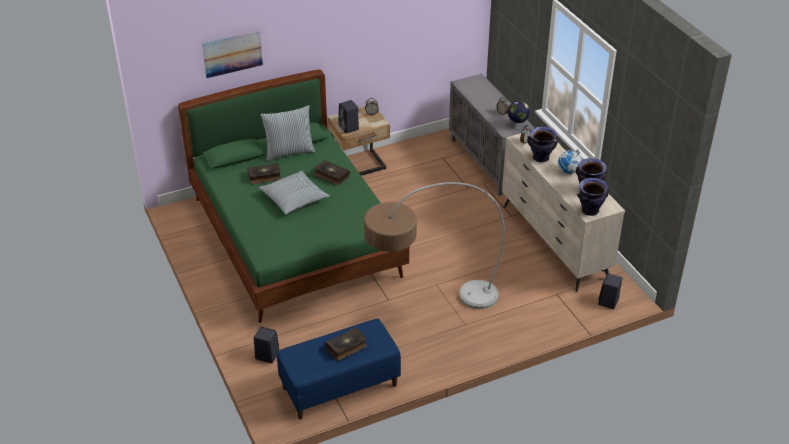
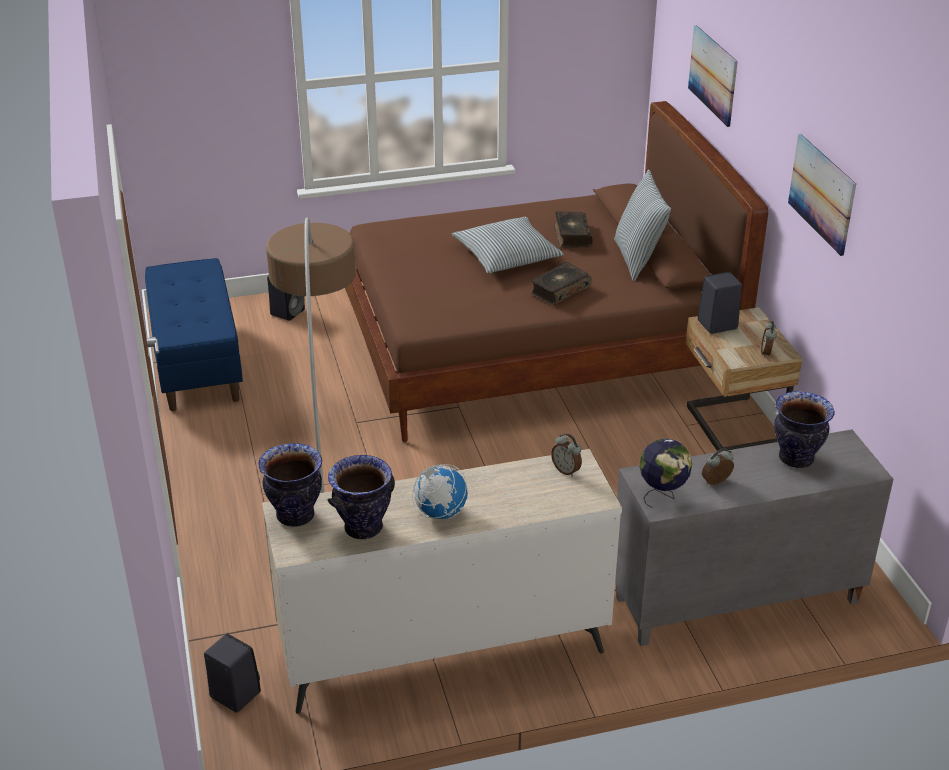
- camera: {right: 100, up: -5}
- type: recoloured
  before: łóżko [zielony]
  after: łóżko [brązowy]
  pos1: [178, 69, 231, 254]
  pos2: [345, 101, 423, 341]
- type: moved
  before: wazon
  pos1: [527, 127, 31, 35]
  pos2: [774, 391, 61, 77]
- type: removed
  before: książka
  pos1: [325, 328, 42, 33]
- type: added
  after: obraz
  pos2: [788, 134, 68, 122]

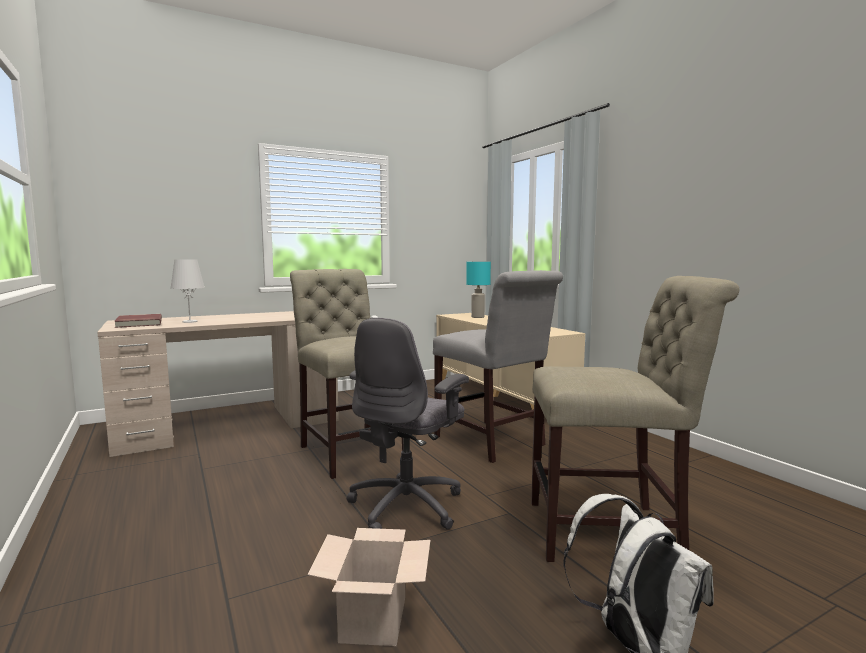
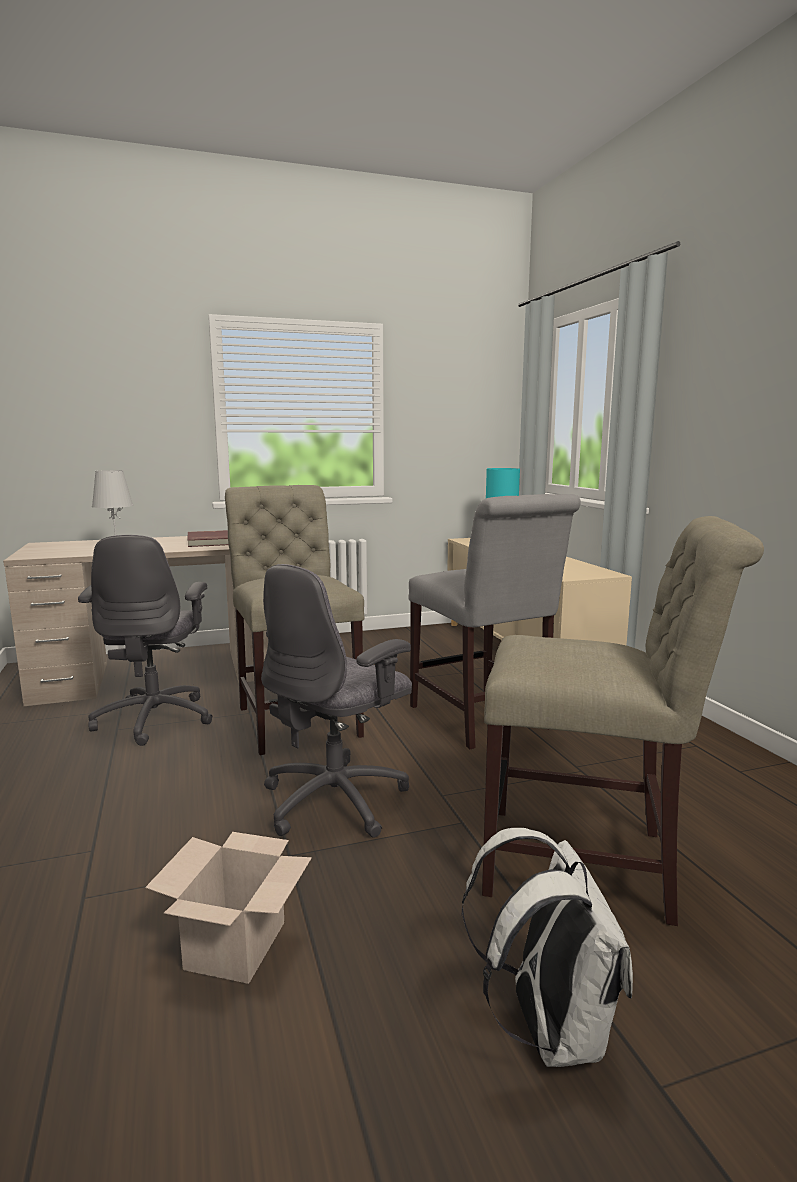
- camera: {right: 10, up: 5}
- type: moved
  before: książka [czerwony]
  pos1: [114, 314, 48, 14]
  pos2: [188, 530, 40, 17]
- type: added
  after: krzesło biurowe [szary]
  pos2: [78, 535, 135, 211]

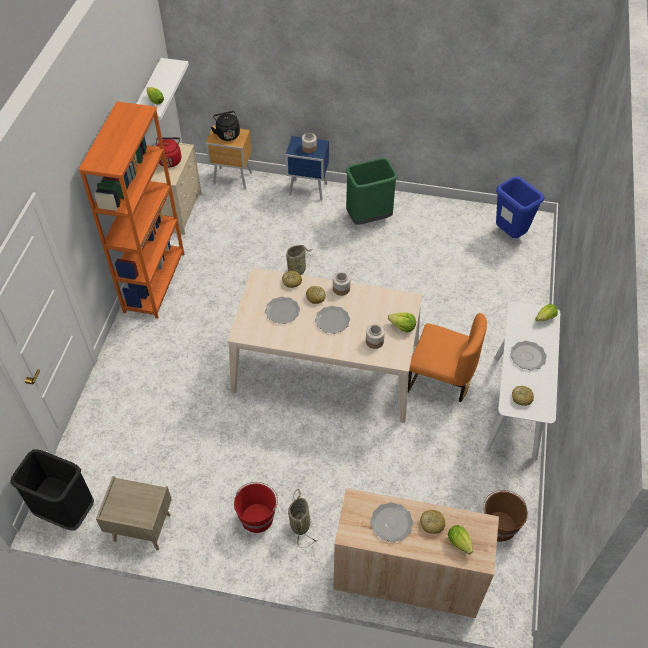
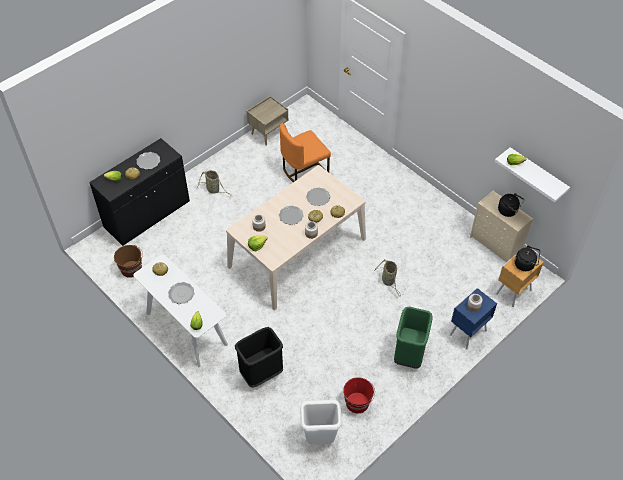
- camera: {right: 125, up: 0}
- type: removed
  before: regał [pomarańczowy]
  pos1: [79, 102, 105, 217]
- type: recoloured
  before: czajnik [czerwony]
  after: czajnik [czarny]
  pos1: [156, 137, 25, 30]
  pos2: [498, 193, 26, 24]
- type: recoloured
  before: kosz na śmieci [niebieski]
  after: kosz na śmieci [biały]
  pos1: [496, 176, 49, 62]
  pos2: [300, 400, 41, 44]
- type: moved
  before: krzesło [pomarańczowy]
  pos1: [408, 313, 79, 89]
  pos2: [280, 123, 51, 59]
- type: moved
  before: kosz na śmieci [czarny]
  pos1: [10, 450, 84, 80]
  pos2: [235, 327, 48, 61]
- type: moved
  before: wiadro [czerwony]
  pos1: [234, 482, 44, 51]
  pos2: [343, 377, 32, 36]
- type: recoloured
  before: szafka [beżowy]
  after: szafka [czarny]
  pos1: [333, 488, 166, 130]
  pos2: [89, 138, 101, 108]

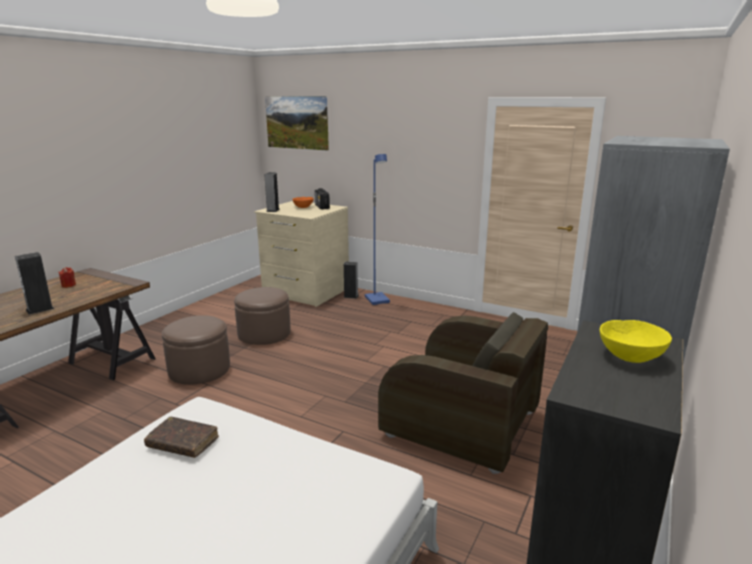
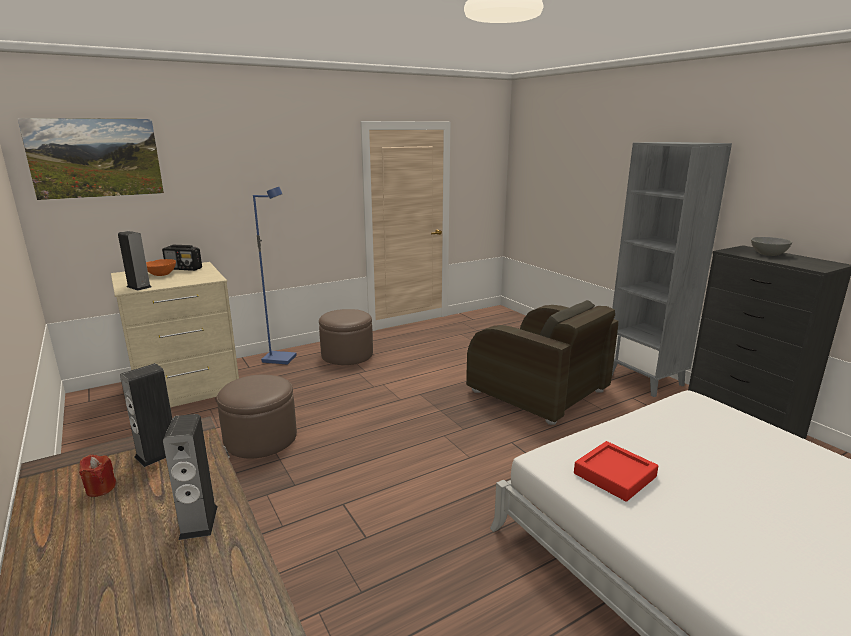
- camera: {right: -60, up: 0}
- type: moved
  before: głośnik
  pos1: [343, 262, 16, 37]
  pos2: [120, 363, 52, 104]
- type: turned
  before: fotel [brązowy]
  pos1: [378, 312, 170, 162]
  pos2: [466, 300, 152, 125]
  turn: 75
- type: moved
  before: pufa [brązowy]
  pos1: [162, 315, 68, 70]
  pos2: [319, 309, 54, 56]
- type: recoloured
  before: miska [żółty]
  after: miska [szary]
  pos1: [600, 320, 72, 43]
  pos2: [751, 237, 41, 19]
- type: replaced
  before: książka [brązowy]
  after: taca [czerwony]
  pos1: [144, 417, 75, 41]
  pos2: [574, 441, 84, 61]

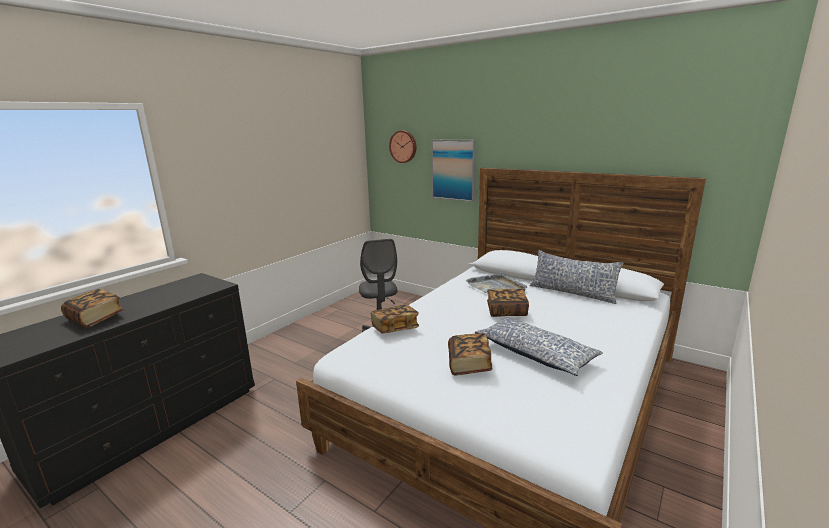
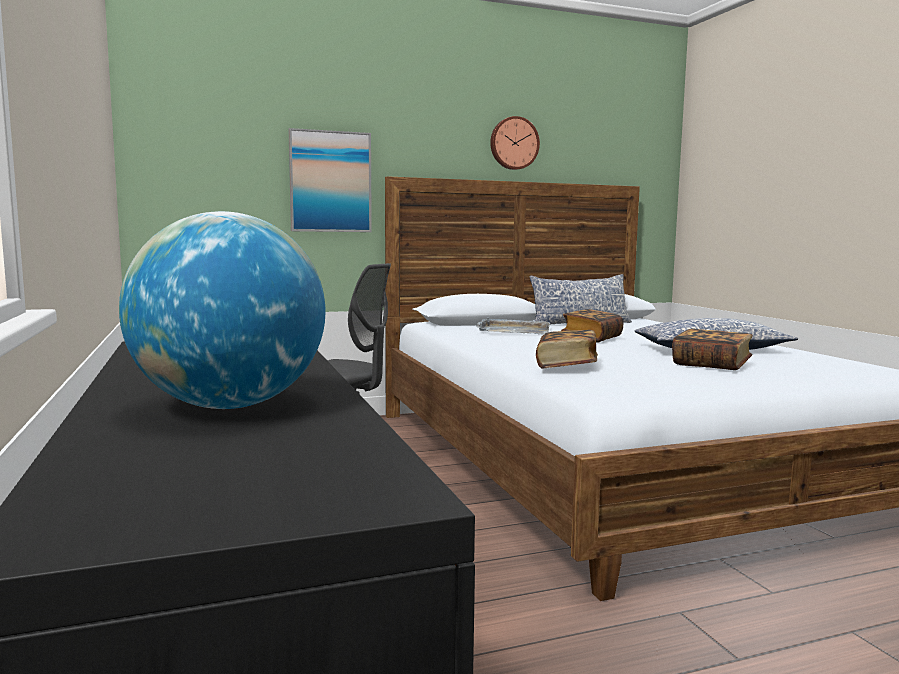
- camera: {right: -55, up: -10}
- type: moved
  before: zegar ścienny
  pos1: [389, 131, 27, 32]
  pos2: [490, 116, 50, 54]
- type: replaced
  before: książka
  after: globus
  pos1: [61, 289, 63, 39]
  pos2: [119, 211, 206, 198]

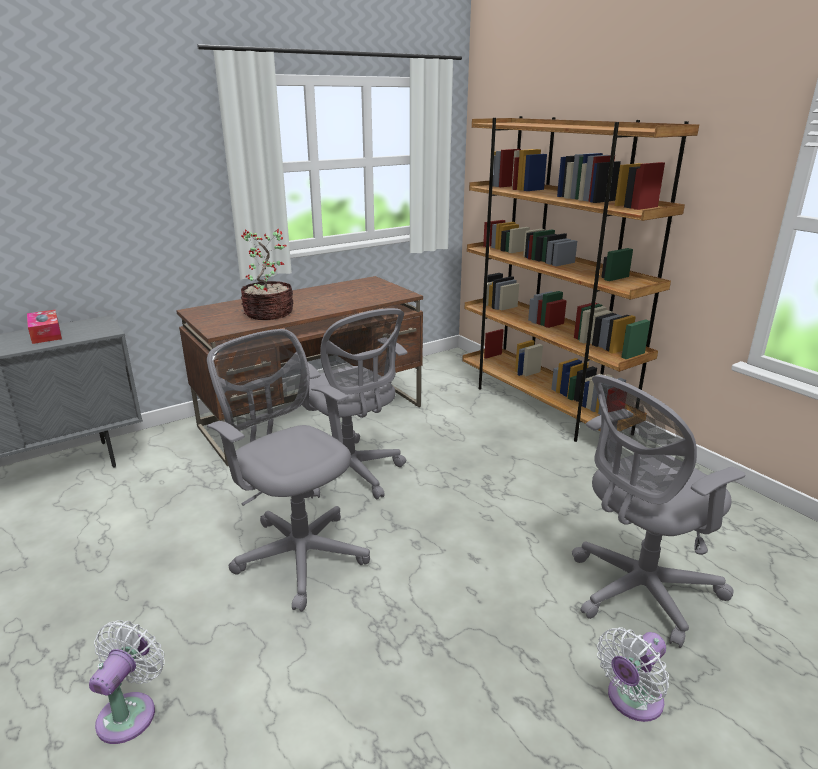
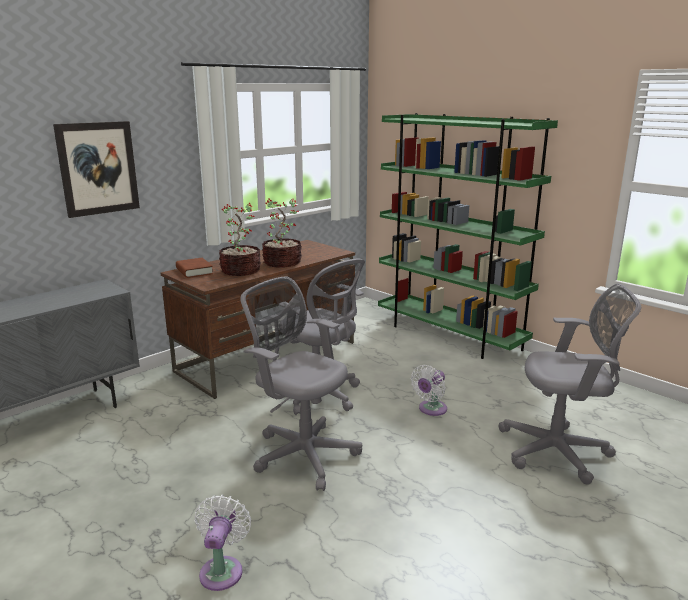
- camera: {right: -10, up: -5}
- type: recoloured
  before: regał [brązowy]
  after: regał [zielony]
  pos1: [462, 116, 237, 326]
  pos2: [378, 113, 180, 246]
- type: removed
  before: pudełko chusteczek
  pos1: [27, 310, 35, 34]
- type: turned
  before: krzesło biurowe [szary]
  pos1: [572, 375, 174, 273]
  pos2: [498, 283, 143, 202]
  turn: -135
- type: moved
  before: wentylator [biały]
  pos1: [597, 627, 72, 95]
  pos2: [411, 365, 36, 51]
- type: added
  after: obraz
  pos2: [53, 121, 87, 97]
- type: added
  after: roślina doniczkowa
  pos2: [262, 199, 40, 69]
- type: added
  after: książka [brązowy]
  pos2: [176, 258, 37, 20]

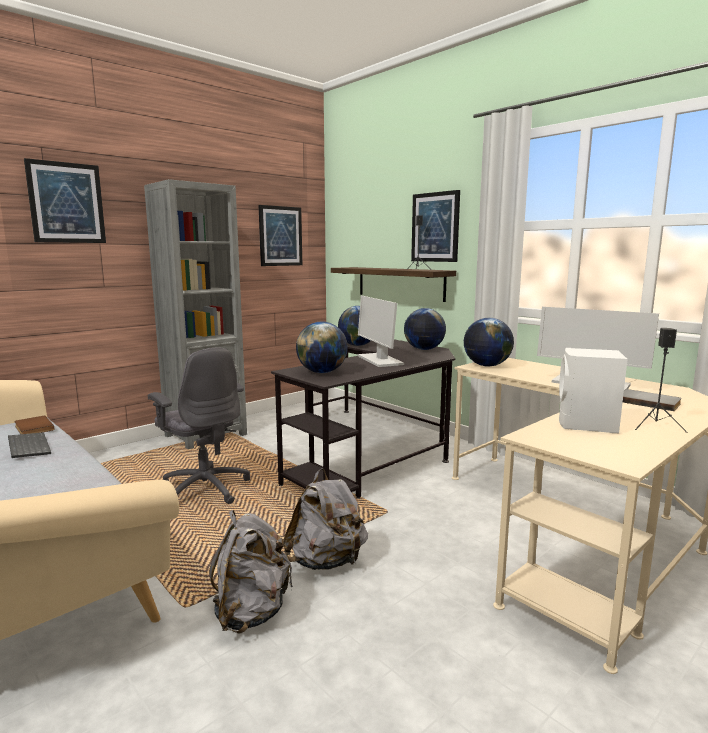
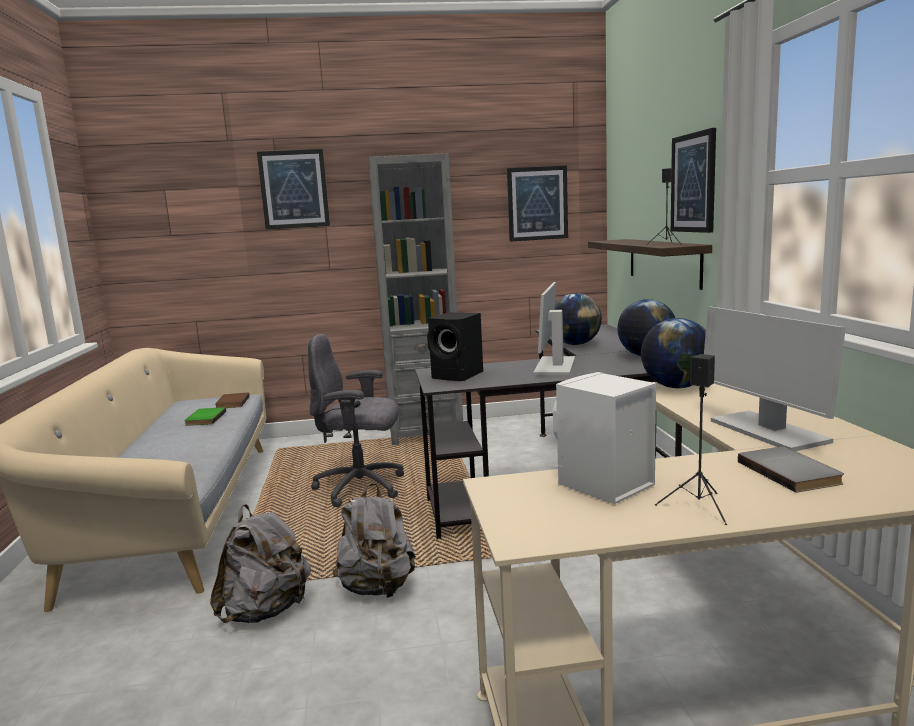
- camera: {right: 35, up: 0}
- type: replaced
  before: globus
  after: głośnik [czarny]
  pos1: [296, 322, 52, 51]
  pos2: [427, 312, 56, 69]
- type: turned
  before: krzesło biurowe [szary]
  pos1: [148, 347, 102, 157]
  pos2: [308, 334, 96, 173]
  turn: 105
- type: replaced
  before: klawiatura
  after: książka [zielony]
  pos1: [8, 432, 43, 26]
  pos2: [184, 407, 42, 19]

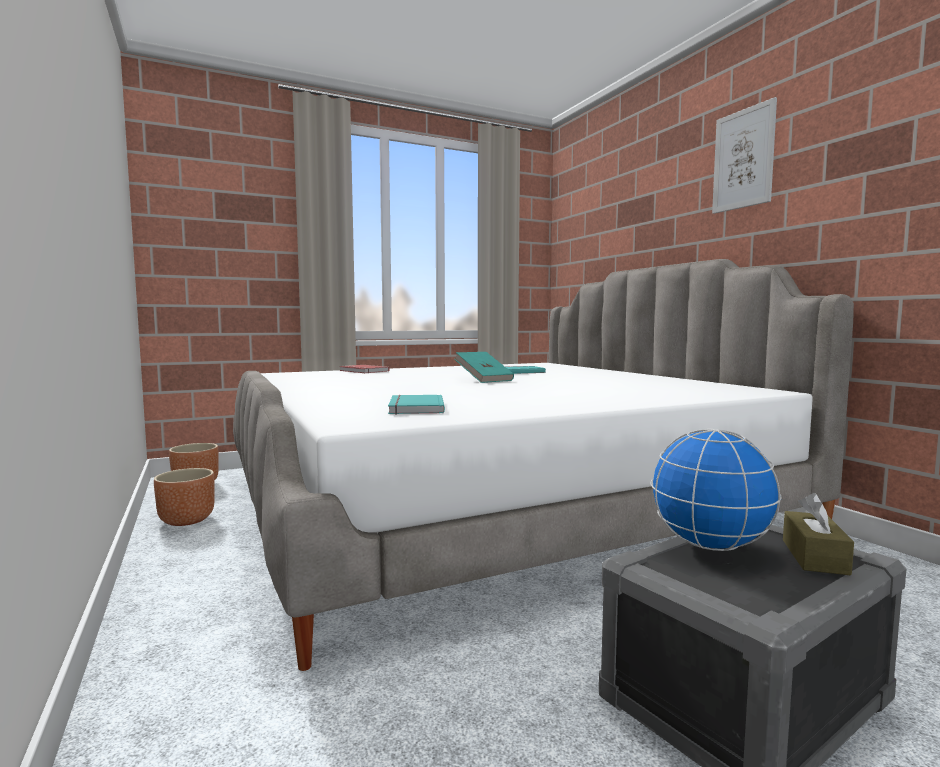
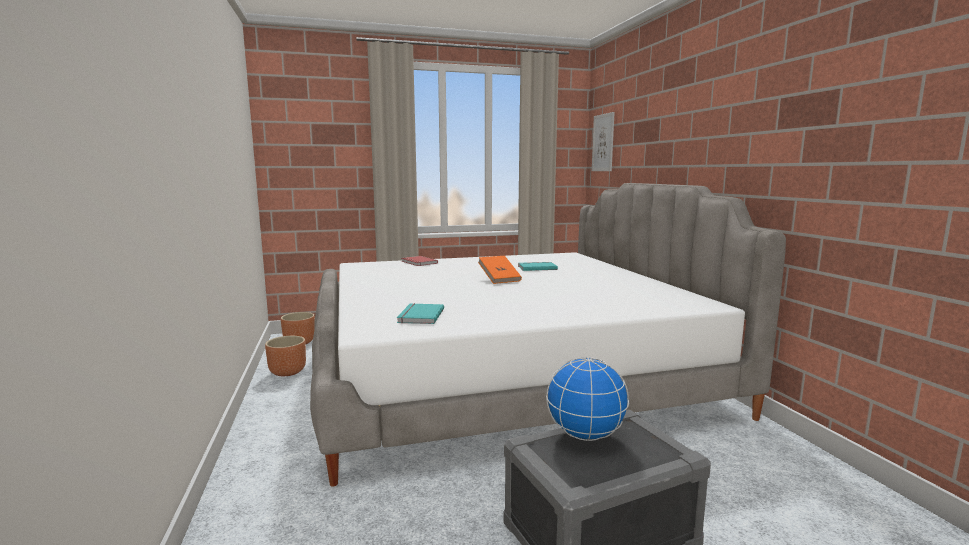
- camera: {right: 10, up: 5}
- type: moved
  before: obraz
  pos1: [712, 97, 65, 117]
  pos2: [592, 112, 23, 59]
- type: recoloured
  before: książka [turkusowy]
  after: książka [pomarańczowy]
  pos1: [454, 352, 60, 31]
  pos2: [478, 256, 44, 28]
- type: removed
  before: pudełko chusteczek [brązowy]
  pos1: [783, 493, 71, 83]

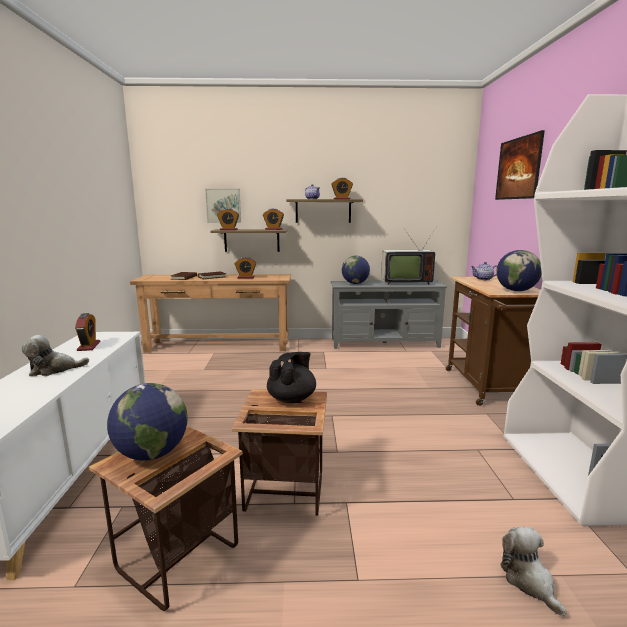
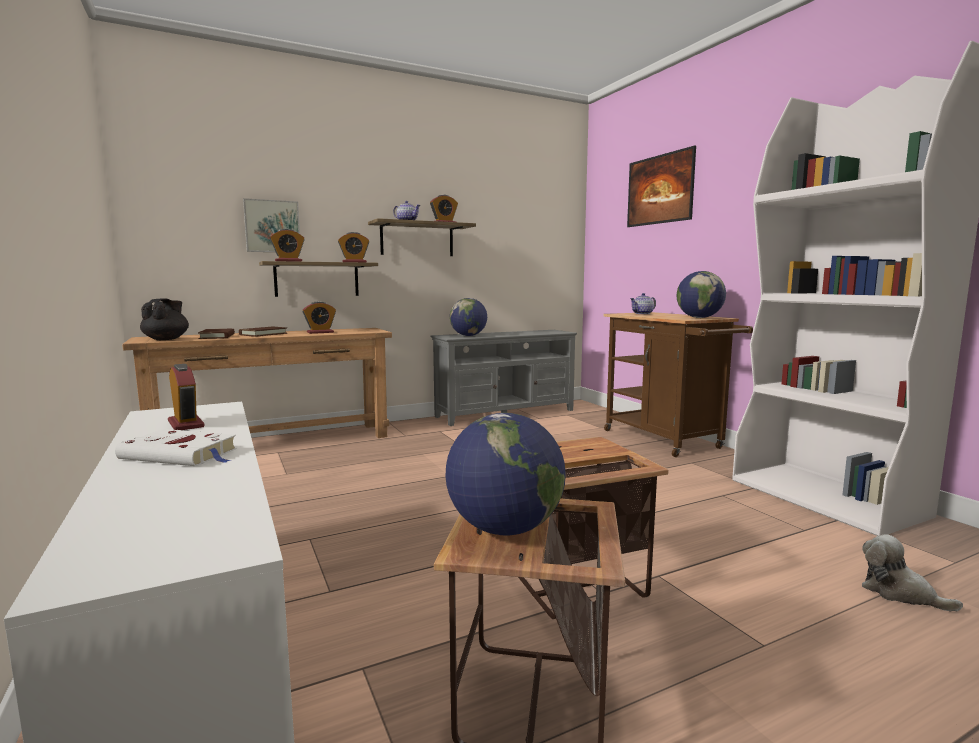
- camera: {right: -25, up: -5}
- type: removed
  before: telewizor
  pos1: [381, 227, 55, 58]
- type: replaced
  before: pluszak
  after: książka [biały]
  pos1: [22, 335, 67, 41]
  pos2: [115, 429, 122, 37]
- type: moved
  before: imbryk [czarny]
  pos1: [267, 352, 49, 51]
  pos2: [140, 299, 49, 41]

